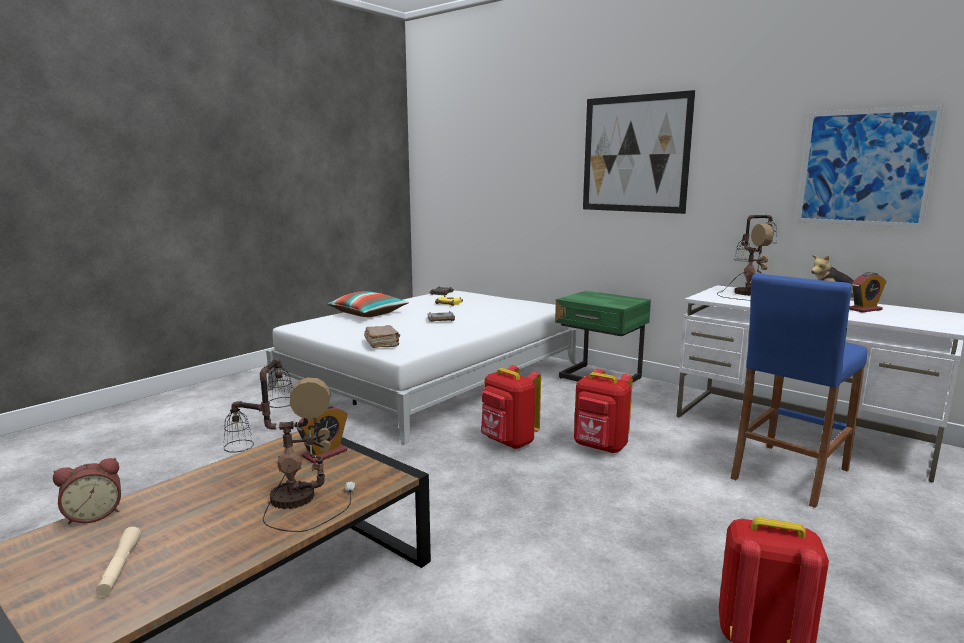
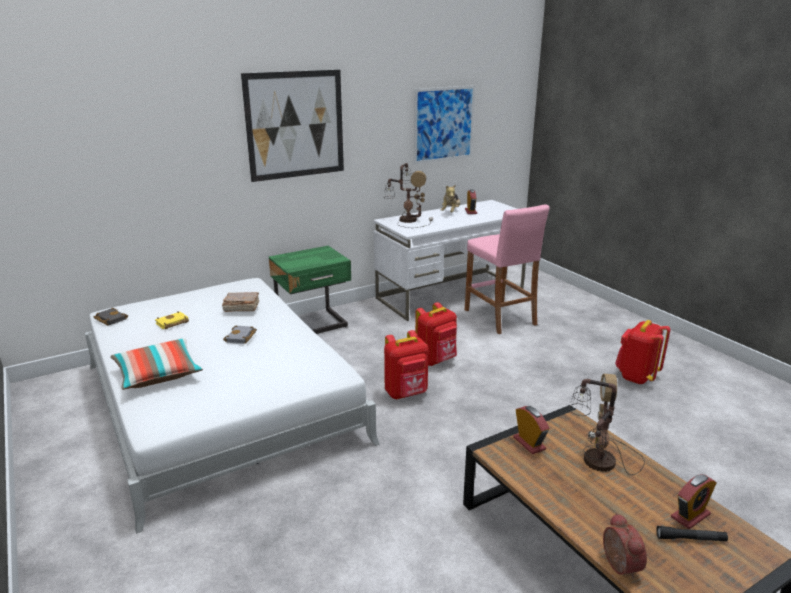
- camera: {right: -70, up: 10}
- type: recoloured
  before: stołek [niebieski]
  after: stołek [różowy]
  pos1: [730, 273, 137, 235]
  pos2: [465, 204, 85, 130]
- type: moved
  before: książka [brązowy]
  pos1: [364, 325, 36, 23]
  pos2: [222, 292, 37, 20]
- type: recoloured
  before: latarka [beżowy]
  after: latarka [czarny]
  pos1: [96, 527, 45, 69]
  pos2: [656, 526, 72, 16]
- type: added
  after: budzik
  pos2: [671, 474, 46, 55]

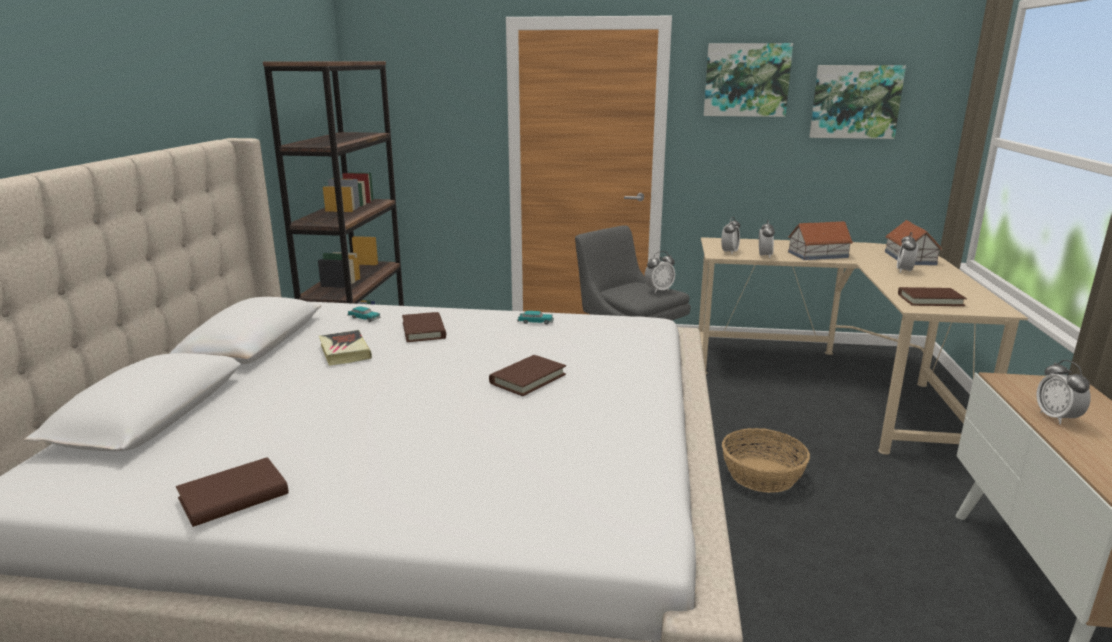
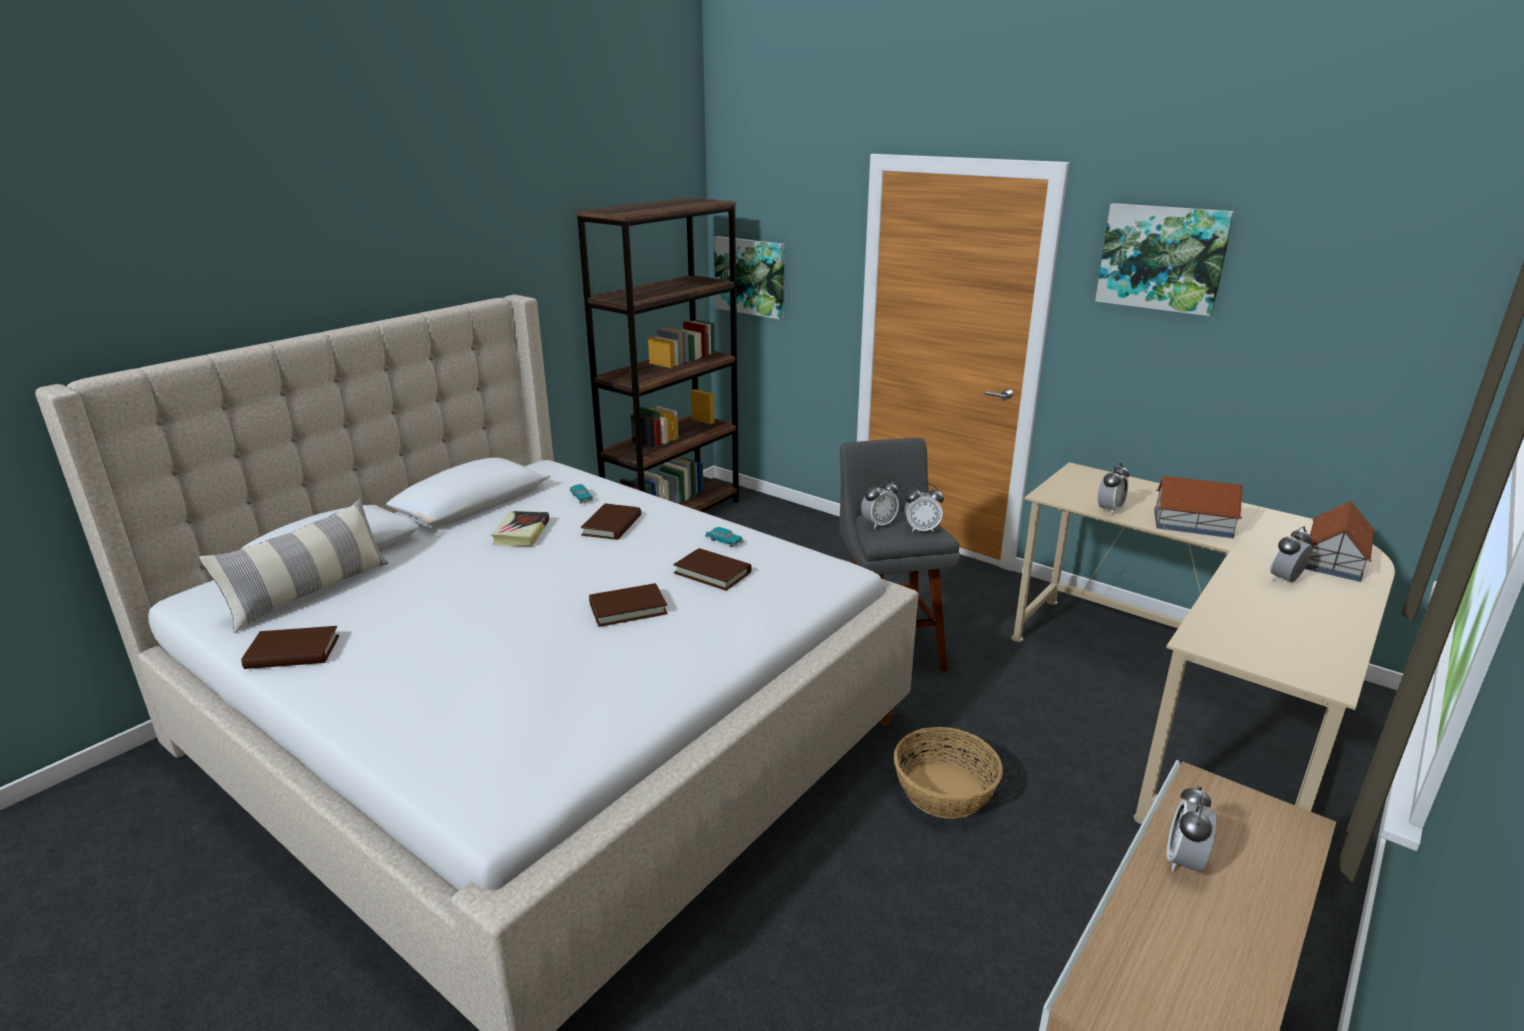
- camera: {right: 30, up: 5}
- type: moved
  before: obraz
  pos1: [809, 65, 97, 74]
  pos2: [714, 236, 71, 83]
- type: moved
  before: budzik
  pos1: [721, 217, 19, 38]
  pos2: [861, 478, 38, 51]
- type: moved
  before: książka [brązowy]
  pos1: [898, 287, 69, 19]
  pos2: [673, 548, 79, 43]
- type: added
  after: poduszka
  pos2: [199, 499, 190, 134]

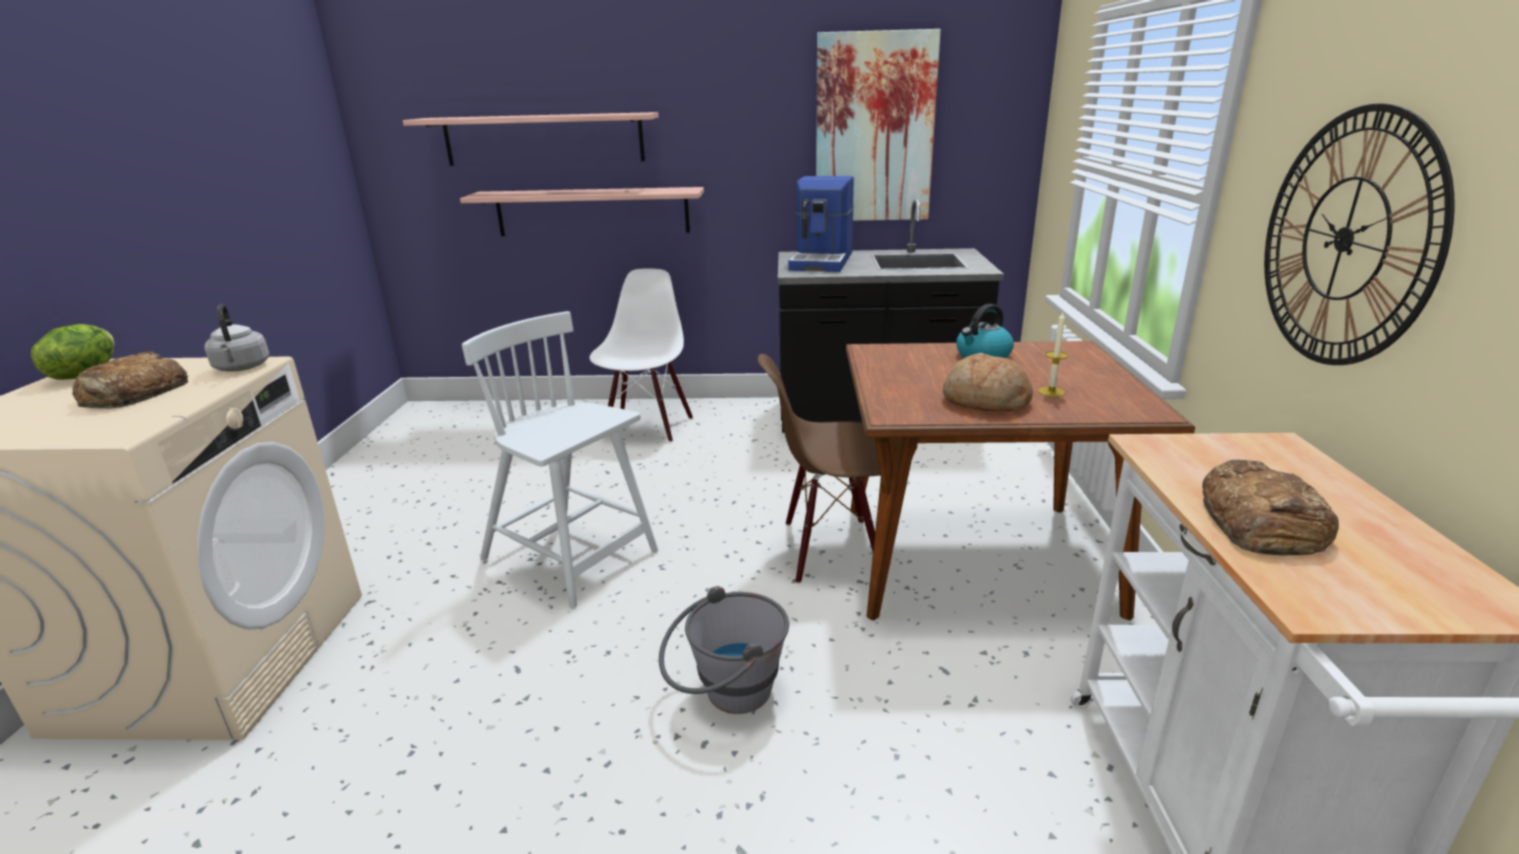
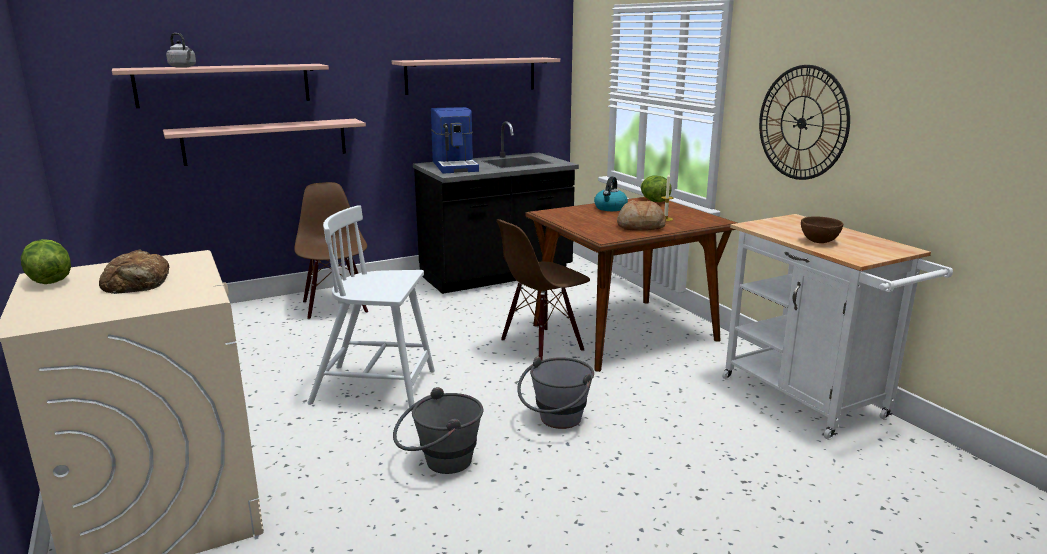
- camera: {right: -30, up: -5}
- type: replaced
  before: obraz
  after: półka
  pos1: [816, 29, 125, 192]
  pos2: [392, 57, 168, 38]
- type: recoloured
  before: krzesło [biały]
  after: krzesło [brązowy]
  pos1: [590, 269, 103, 173]
  pos2: [294, 182, 74, 138]
- type: moved
  before: czajnik [szary]
  pos1: [204, 304, 65, 67]
  pos2: [166, 33, 30, 35]
- type: replaced
  before: chleb
  after: miska [brązowy]
  pos1: [1202, 460, 137, 95]
  pos2: [801, 217, 42, 26]
- type: added
  after: sałata
  pos2: [641, 175, 31, 27]
- type: added
  after: wiadro [szary]
  pos2: [393, 387, 90, 87]

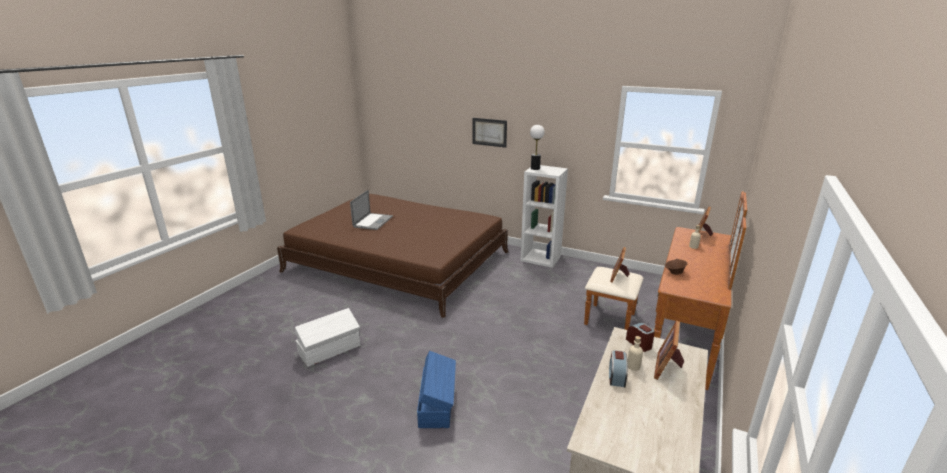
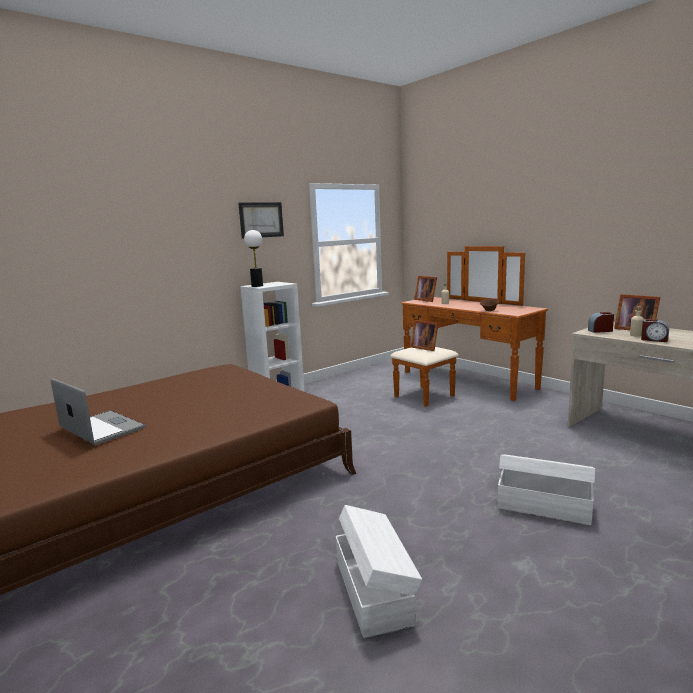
- camera: {right: -65, up: -10}
- type: moved
  before: obraz
  pos1: [472, 118, 35, 30]
  pos2: [238, 202, 46, 37]
- type: recoloured
  before: pojemnik do przechowywania [niebieski]
  after: pojemnik do przechowywania [biały]
  pos1: [417, 351, 39, 77]
  pos2: [498, 455, 97, 70]

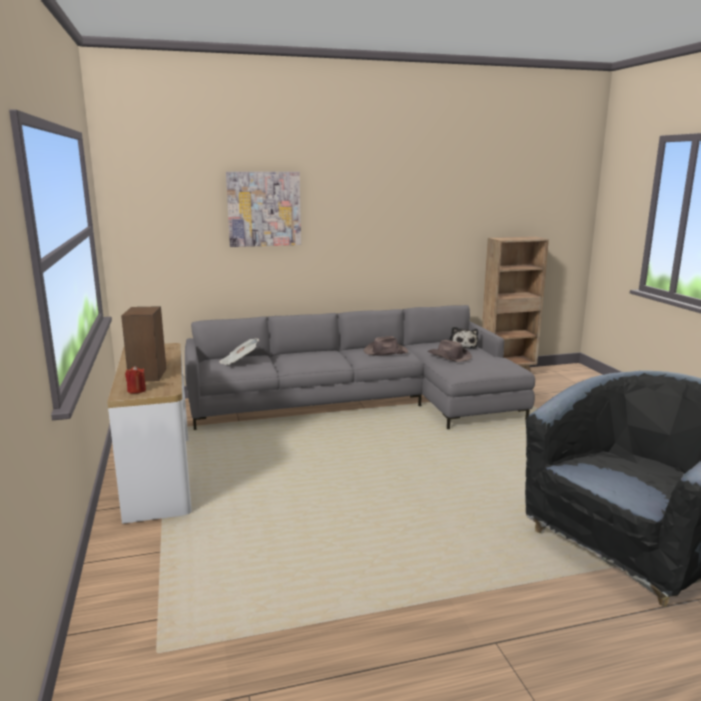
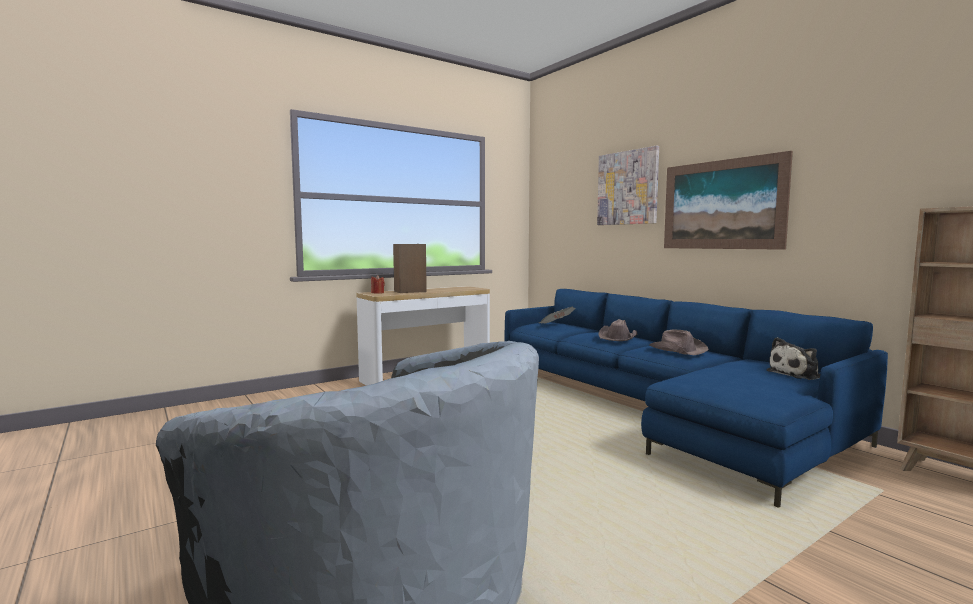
- camera: {right: 70, up: -10}
- type: recoloured
  before: kanapa [szary]
  after: kanapa [niebieski]
  pos1: [185, 305, 350, 125]
  pos2: [505, 289, 383, 219]
- type: moved
  before: kapelusz [brązowy]
  pos1: [427, 340, 45, 22]
  pos2: [598, 319, 40, 22]
- type: added
  after: obraz
  pos2: [664, 151, 129, 99]

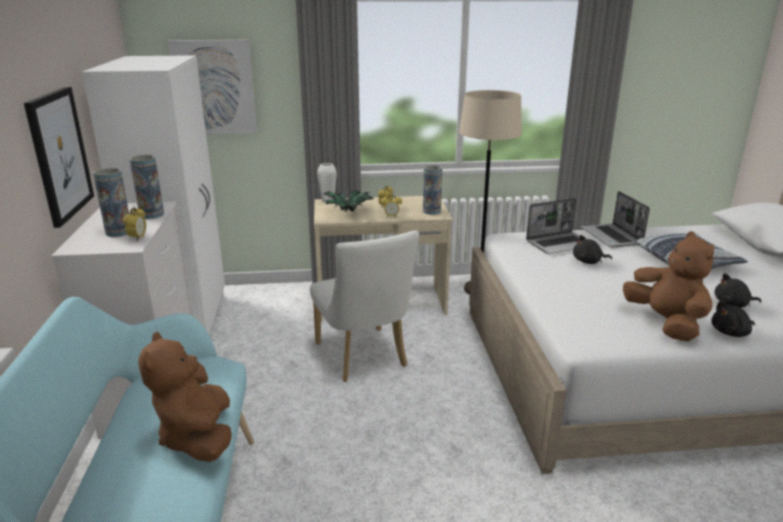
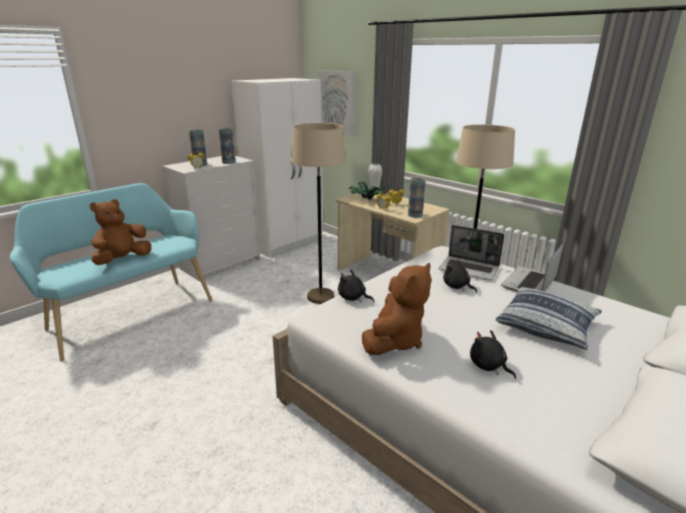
- camera: {right: 50, up: 0}
- type: removed
  before: obraz
  pos1: [24, 87, 70, 141]
- type: replaced
  before: krzesło [biały]
  after: lampa stojąca [beżowy]
  pos1: [310, 230, 109, 152]
  pos2: [291, 123, 55, 181]
- type: moved
  before: pluszak [czarny]
  pos1: [711, 301, 44, 36]
  pos2: [338, 270, 36, 32]

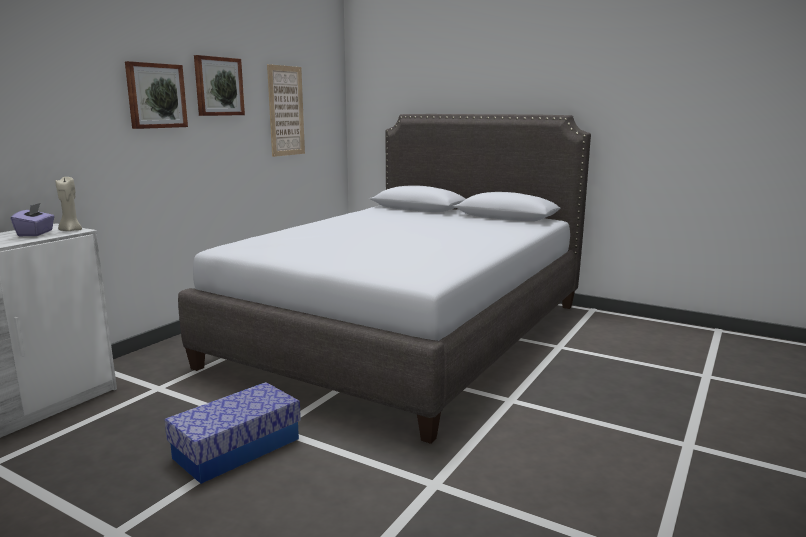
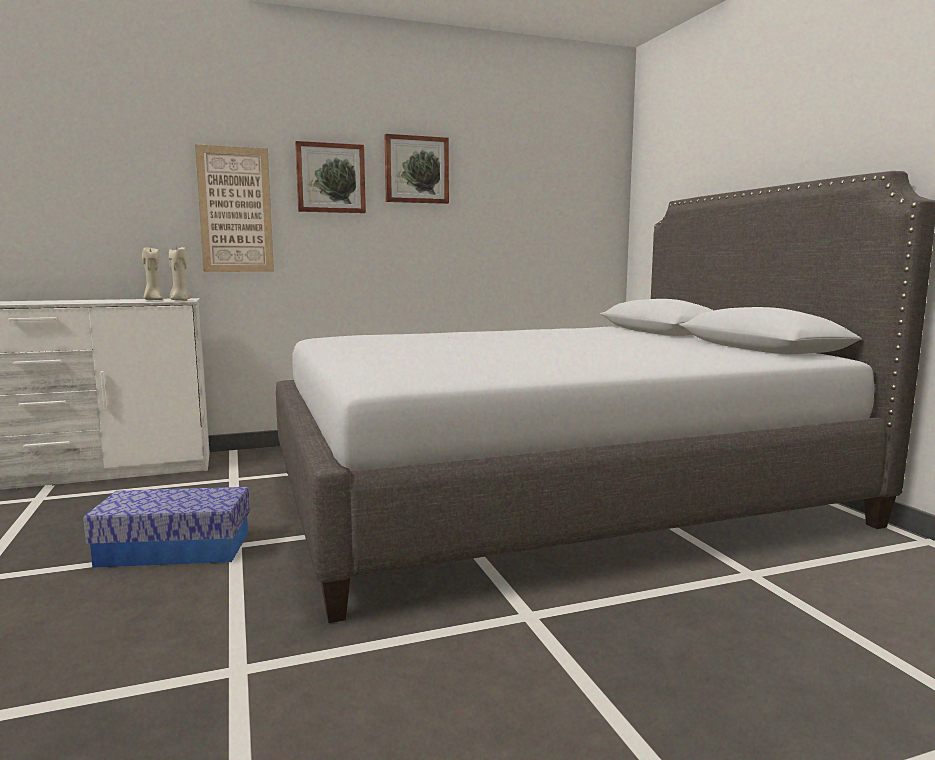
- camera: {right: 40, up: -5}
- type: moved
  before: obraz
  pos1: [267, 64, 38, 93]
  pos2: [195, 144, 79, 128]
- type: replaced
  before: pudełko chusteczek [fioletowy]
  after: świeca [beżowy]
  pos1: [11, 203, 44, 33]
  pos2: [142, 247, 22, 53]

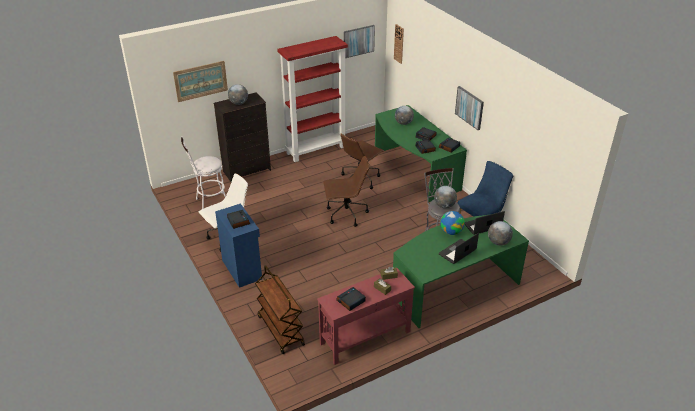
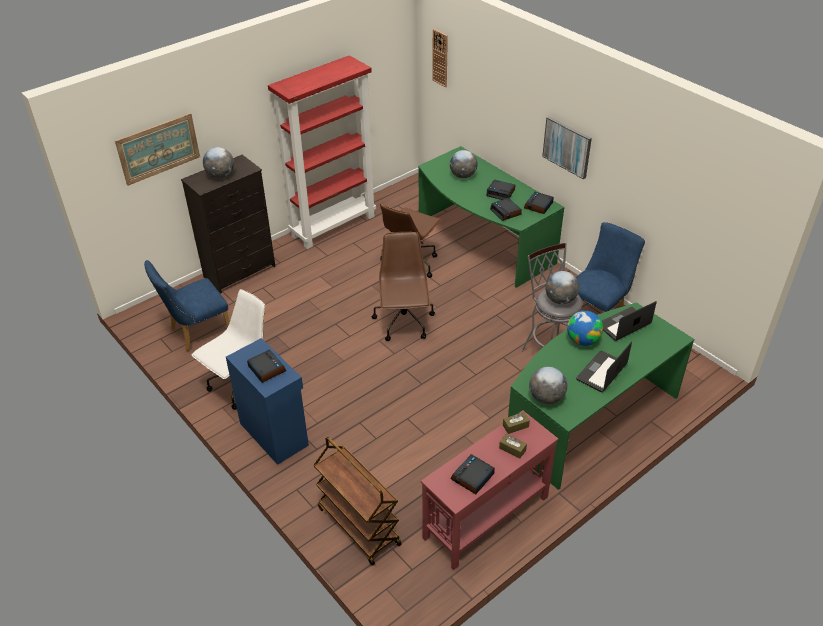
- camera: {right: -10, up: 5}
- type: removed
  before: obraz
  pos1: [344, 25, 31, 33]
- type: replaced
  before: stołek [biały]
  after: krzesło [niebieski]
  pos1: [181, 137, 45, 72]
  pos2: [144, 260, 86, 91]
- type: turned
  before: krzesło biurowe [brązowy]
  pos1: [323, 156, 46, 71]
  pos2: [372, 232, 63, 109]
  turn: -75
- type: moved
  before: globus
  pos1: [488, 221, 25, 25]
  pos2: [529, 367, 38, 37]

